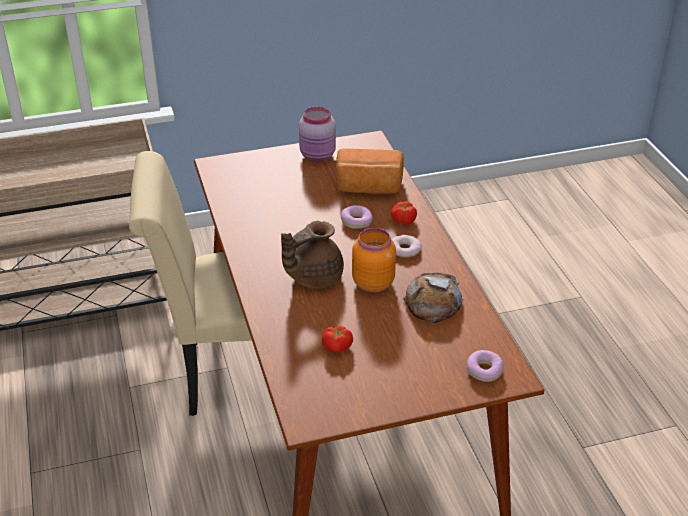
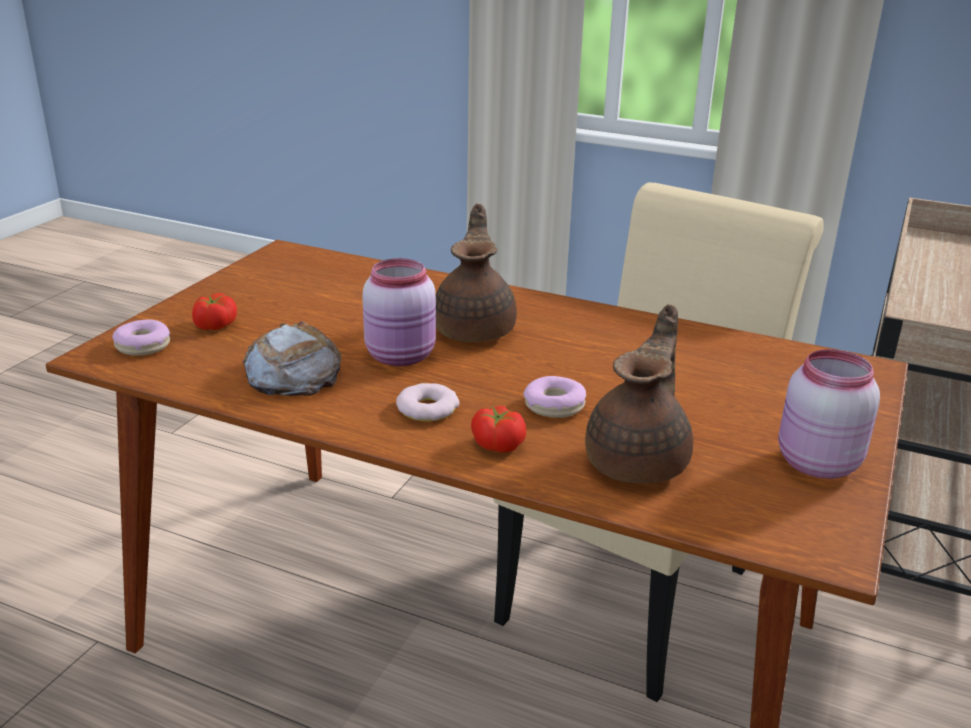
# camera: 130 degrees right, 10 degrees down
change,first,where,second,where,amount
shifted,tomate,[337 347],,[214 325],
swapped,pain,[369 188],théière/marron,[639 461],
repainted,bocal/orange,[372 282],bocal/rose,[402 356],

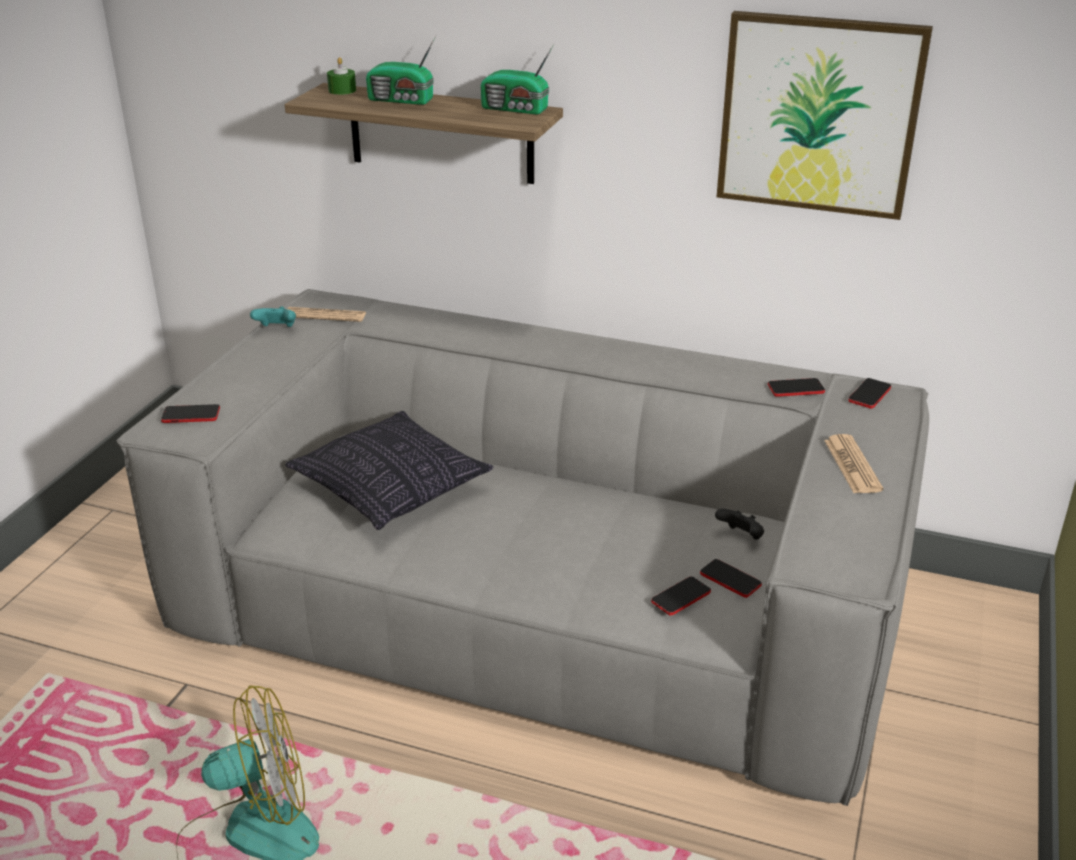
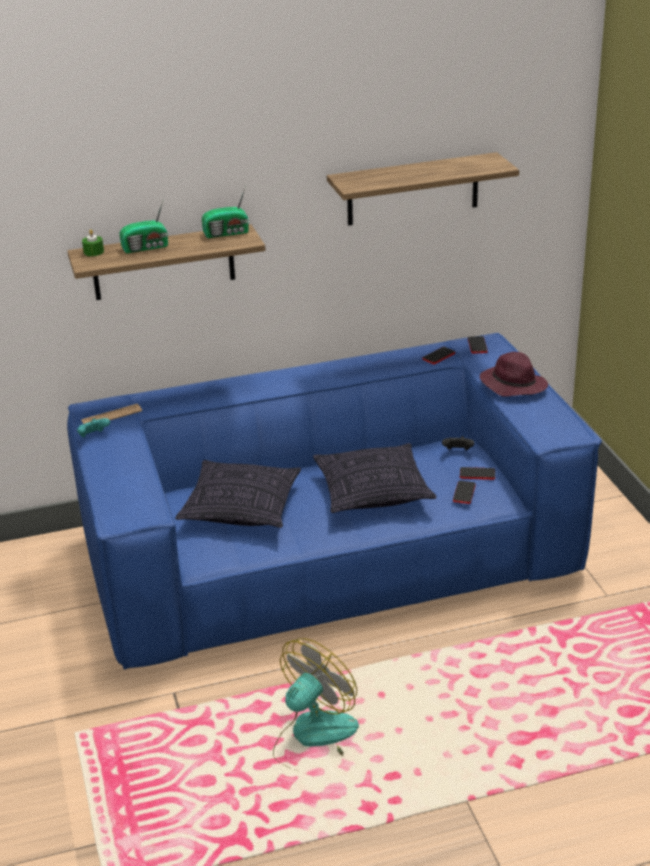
# camera: 35 degrees left, 0 degrees up
change,first,where,second,where,amount
gone,téléphone,[191 415],,,
new,,,coussin,[373 492],
swapped,tableau,[819 115],étagère,[413 189],
swapped,journal,[852 465],chapeau/violet,[512 385],
repainted,canapé/gris,[538 607],canapé/bleu,[330 555],

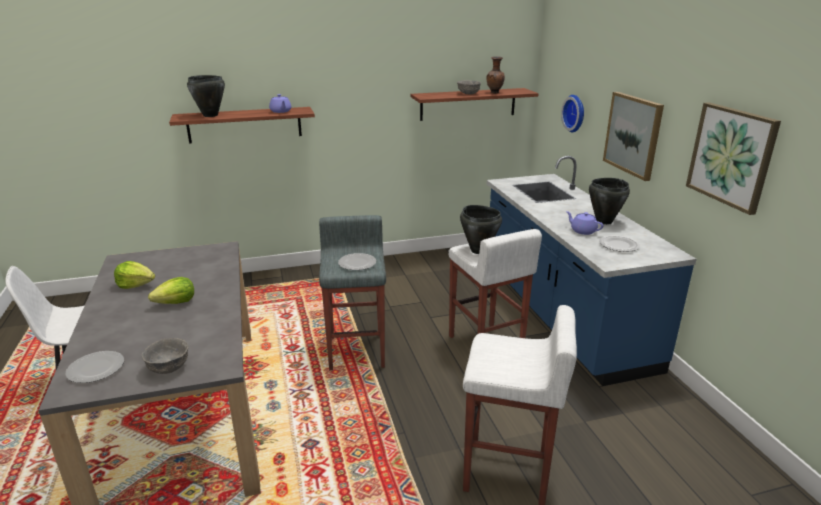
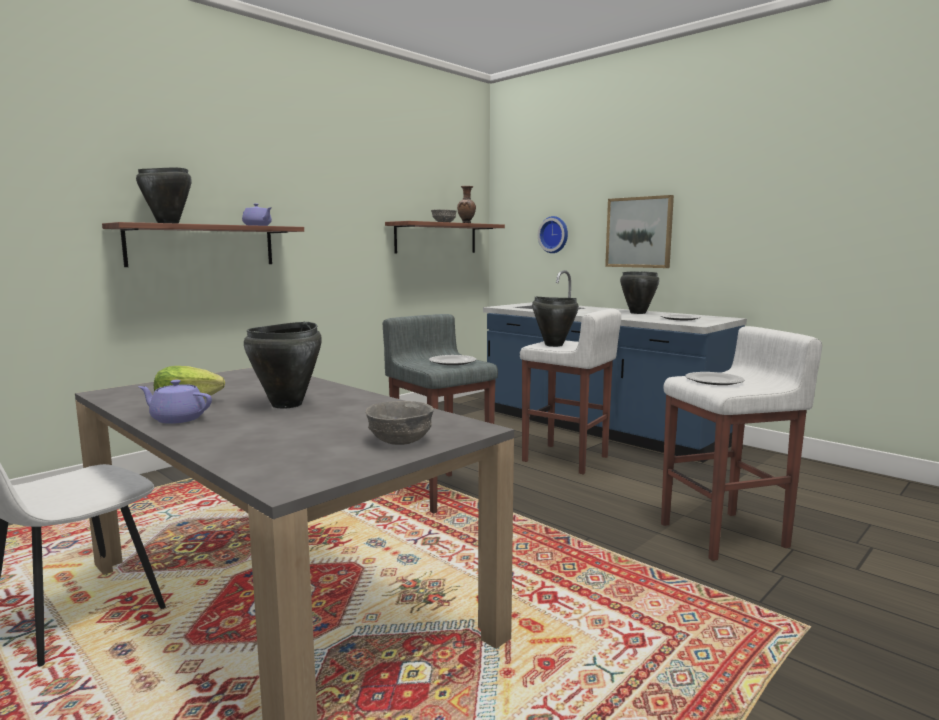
# camera: 30 degrees left, 15 degrees down
change,first,where,second,where,amount
gone,tableau,[731 156],,,
shifted,assiette,[95 369],,[714 381],
shifted,théière/violet,[582 231],,[177 419],
swapped,laitue,[176 302],marmite/noir,[287 404],

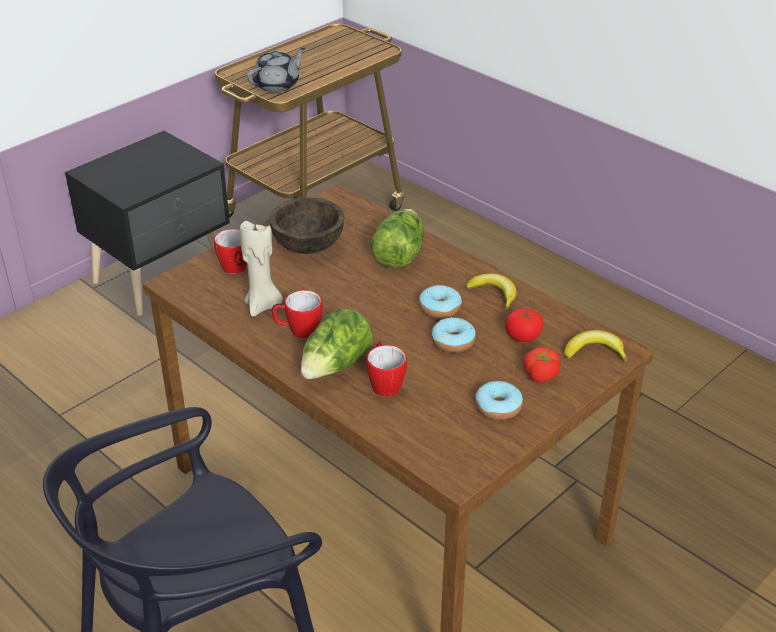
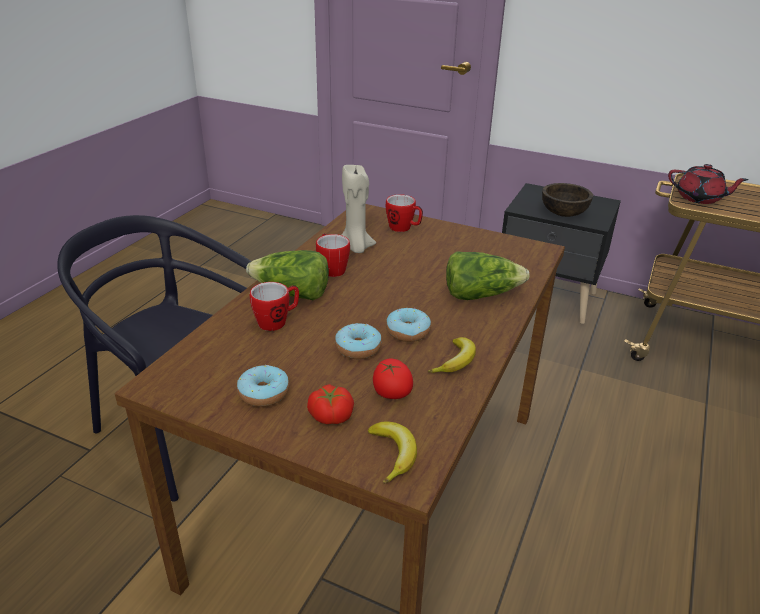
# camera: 70 degrees right, 5 degrees down
change,first,where,second,where,amount
shifted,bol/marron,[307 245],,[563 213],
repainted,théière/gris,[277 85],théière/rouge,[699 198],

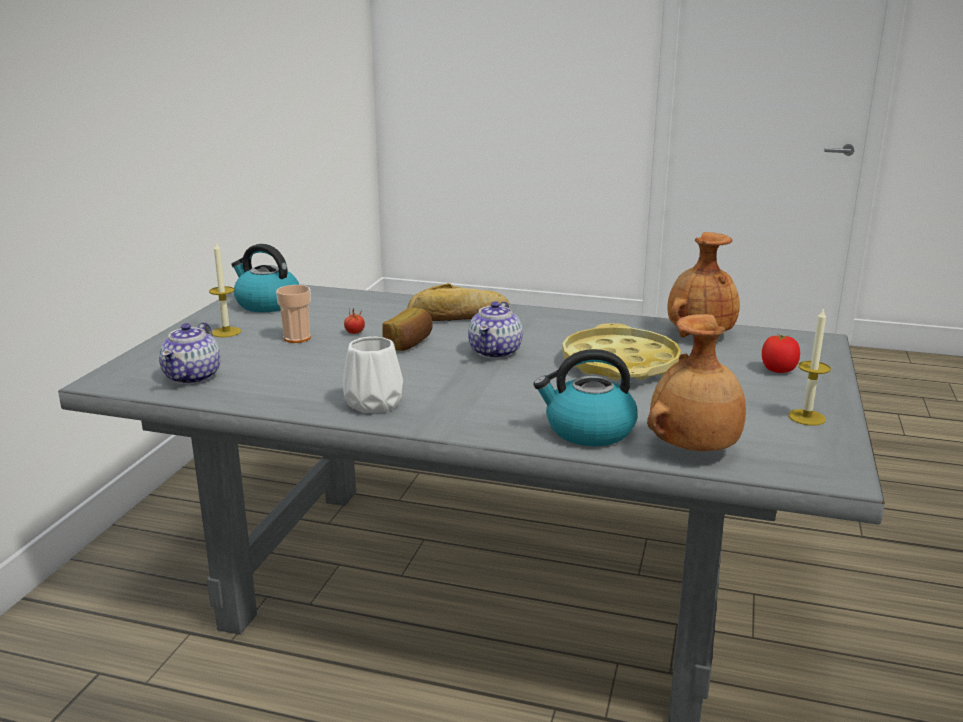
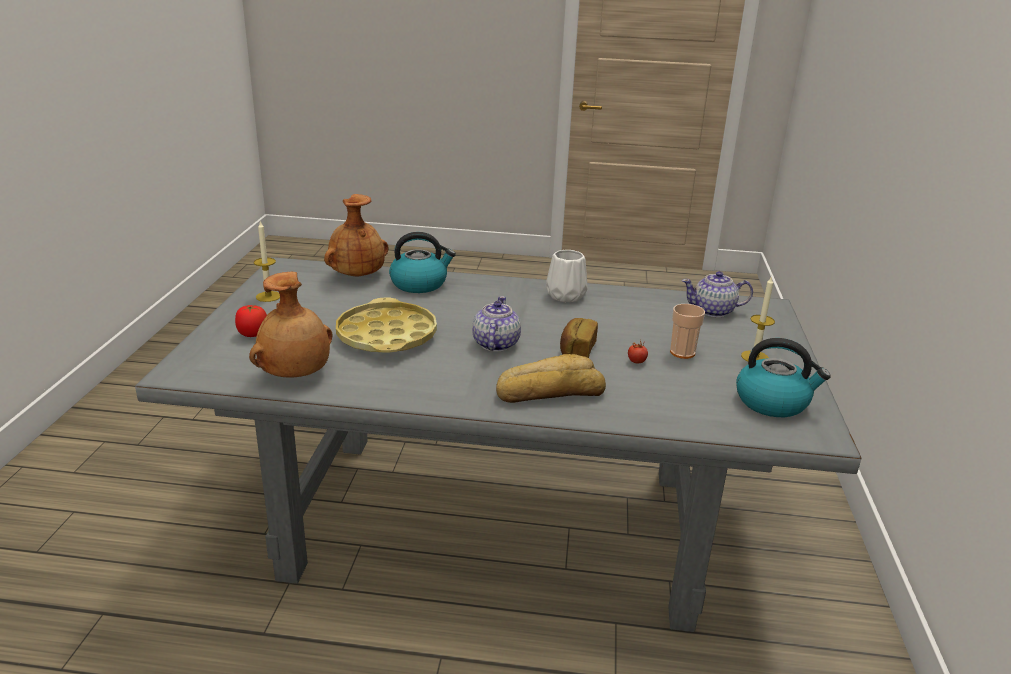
# camera: 170 degrees right, 5 degrees up
change,first,where,second,where,amount
rotated,théière,[193 376],,[713 311],90 degrees counterclockwise

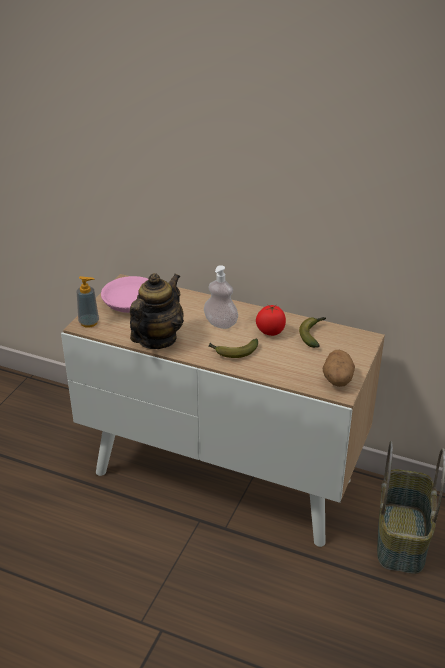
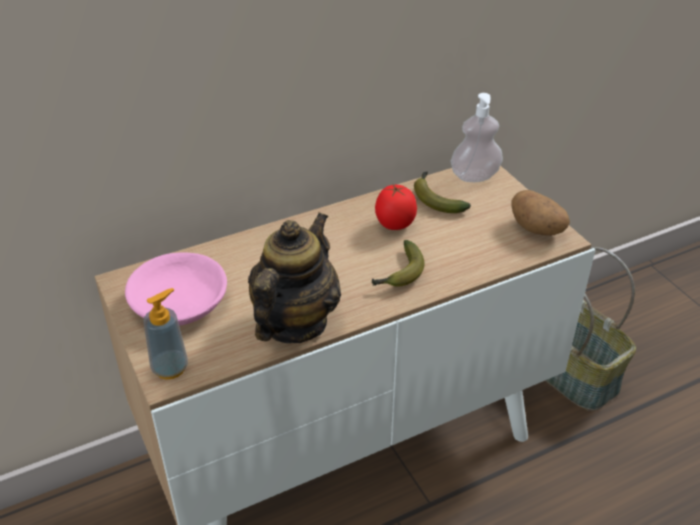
# camera: 50 degrees left, 5 degrees up
change,first,where,second,where,amount
shifted,distributeur de savon,[220 323],,[474 176],
rotated,théière,[157 339],,[294 323],45 degrees clockwise

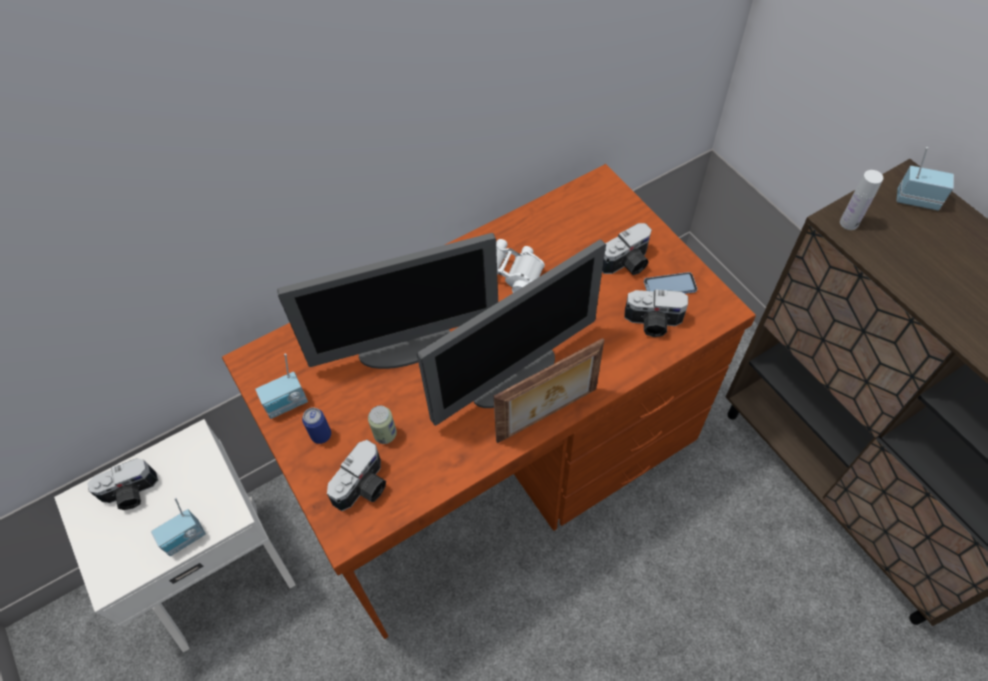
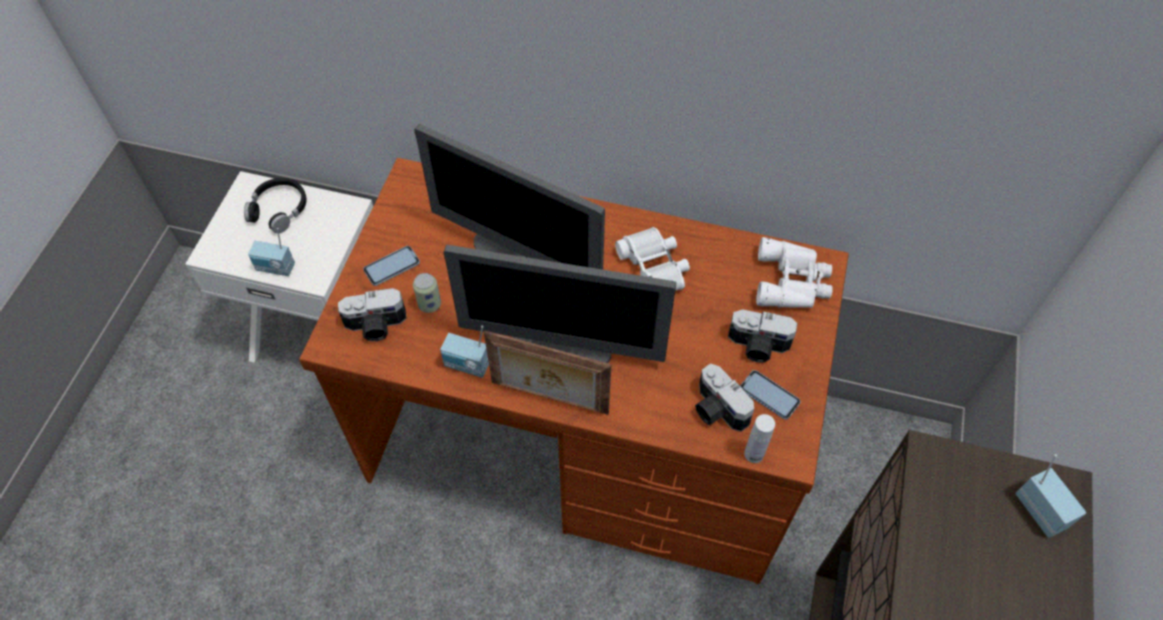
# camera: 45 degrees right, 0 degrees up
change,first,where,second,where,amount
new,,,jumelles/blanc,[793 281],
shifted,radio,[287 405],,[466 366],
shifted,bouteille/blanc,[849 223],,[754 454],
swapped,appareil photo,[131 494],casque audio/noir,[279 209],
swapped,boîte métallique,[321 435],téléphone,[392 266],

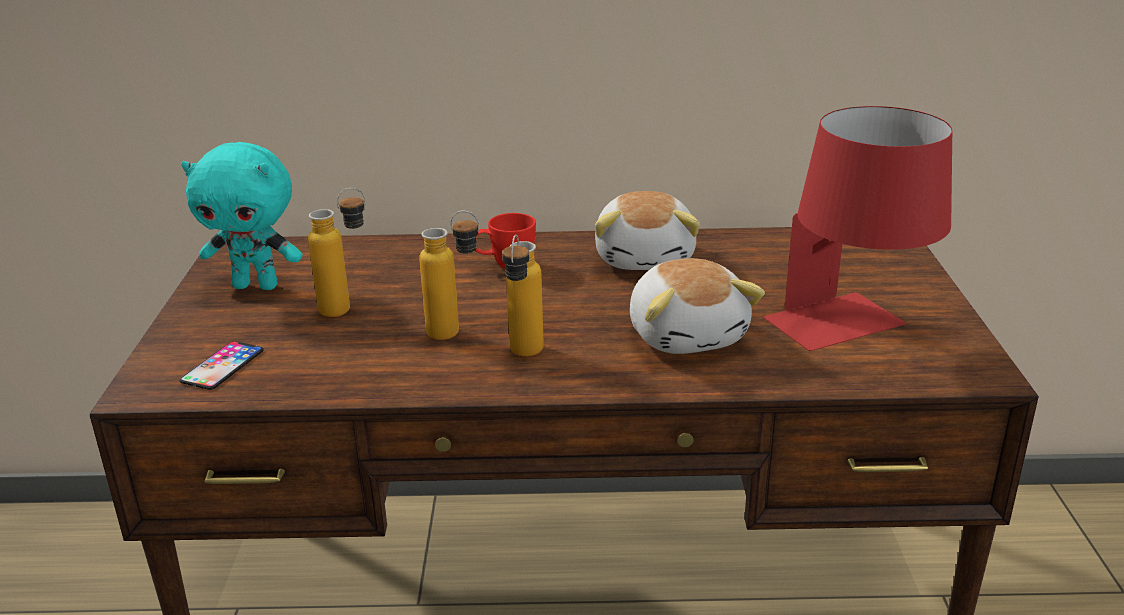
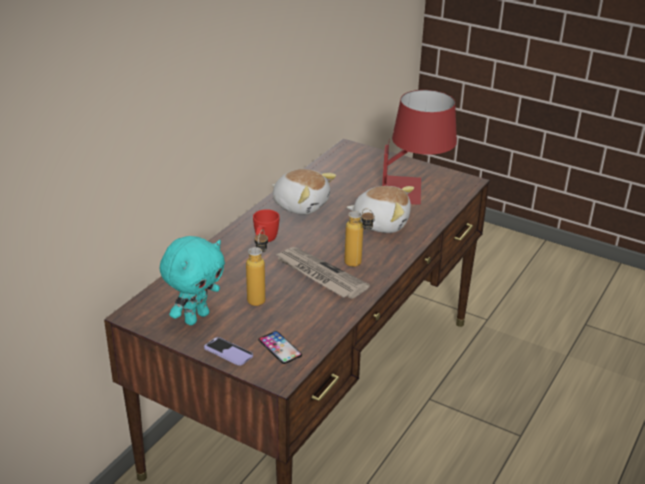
# camera: 60 degrees left, 5 degrees up
change,first,where,second,where,amount
new,,,téléphone,[228 352],
swapped,bouteille,[456 334],journal,[319 275],

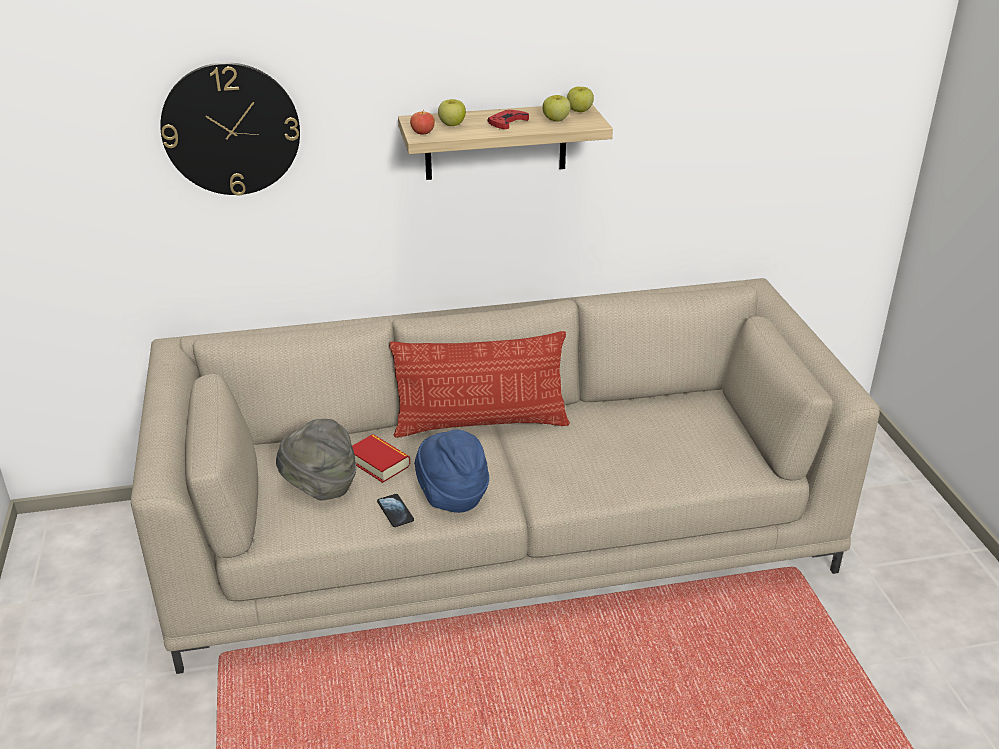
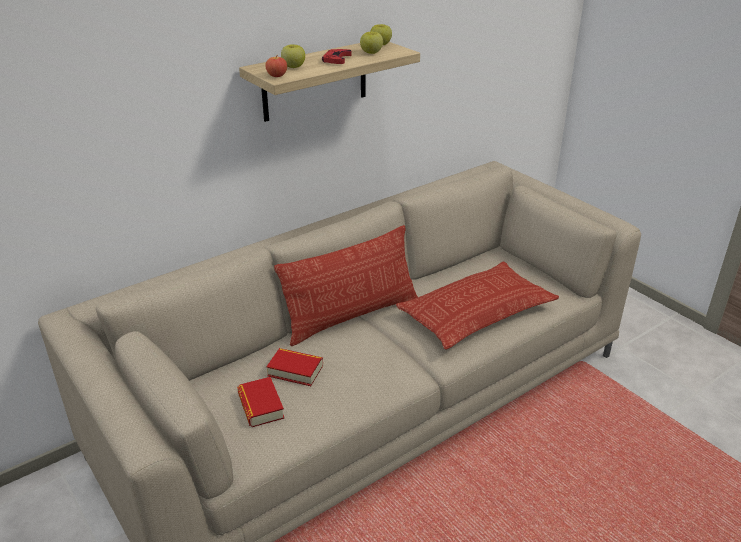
# camera: 25 degrees left, 0 degrees up
change,first,where,second,where,amount
gone,horloge murale,[231 129],,,
gone,téléphone,[395 511],,,
gone,chapeau/bleu,[452 496],,,
new,,,coussin,[476 312],
swapped,chapeau/gris,[320 487],livre,[261 406],

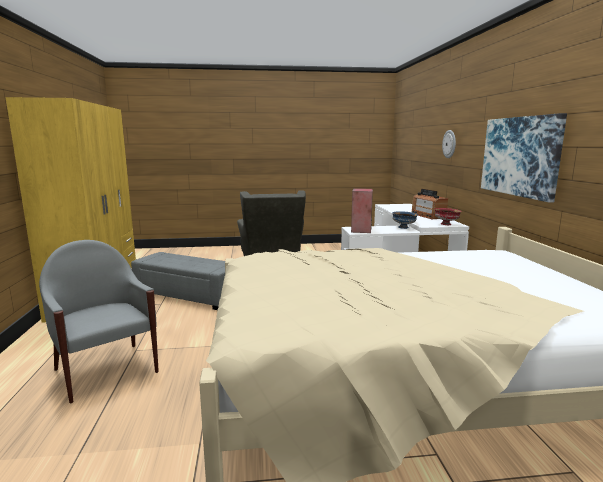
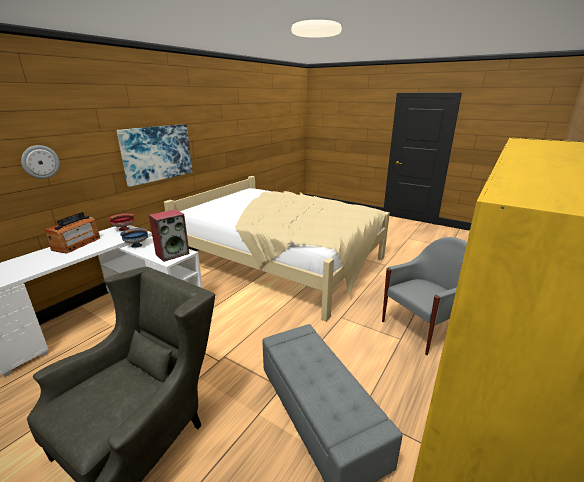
# camera: 140 degrees left, 10 degrees up
change,first,where,second,where,amount
rotated,fauteuil/gris,[106 370],,[422 328],120 degrees counterclockwise

